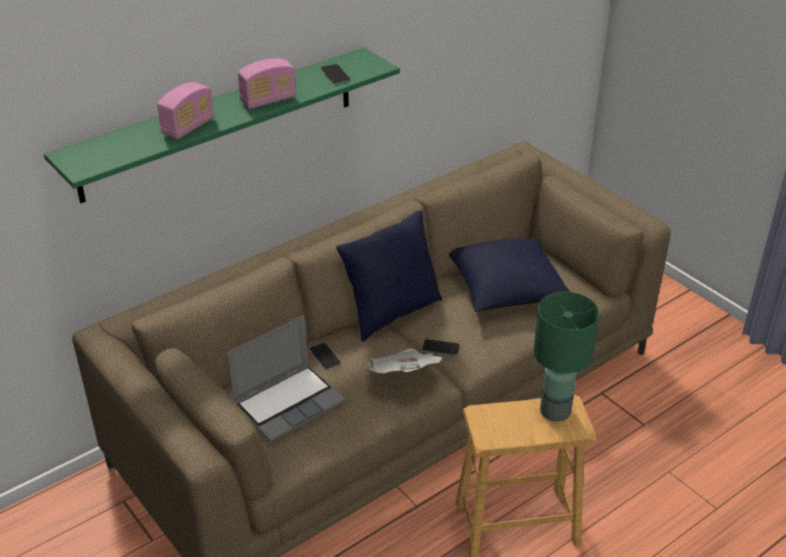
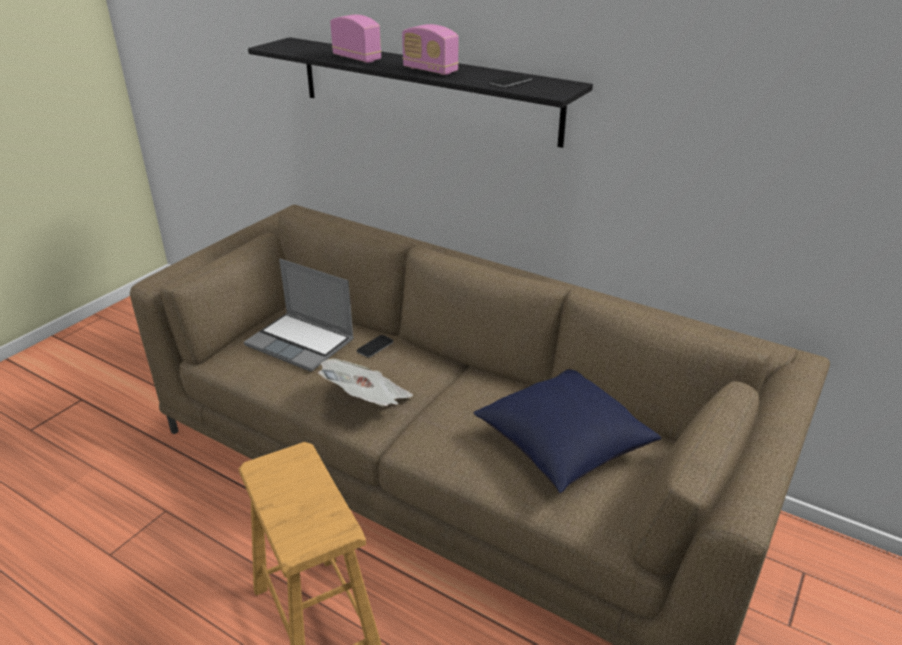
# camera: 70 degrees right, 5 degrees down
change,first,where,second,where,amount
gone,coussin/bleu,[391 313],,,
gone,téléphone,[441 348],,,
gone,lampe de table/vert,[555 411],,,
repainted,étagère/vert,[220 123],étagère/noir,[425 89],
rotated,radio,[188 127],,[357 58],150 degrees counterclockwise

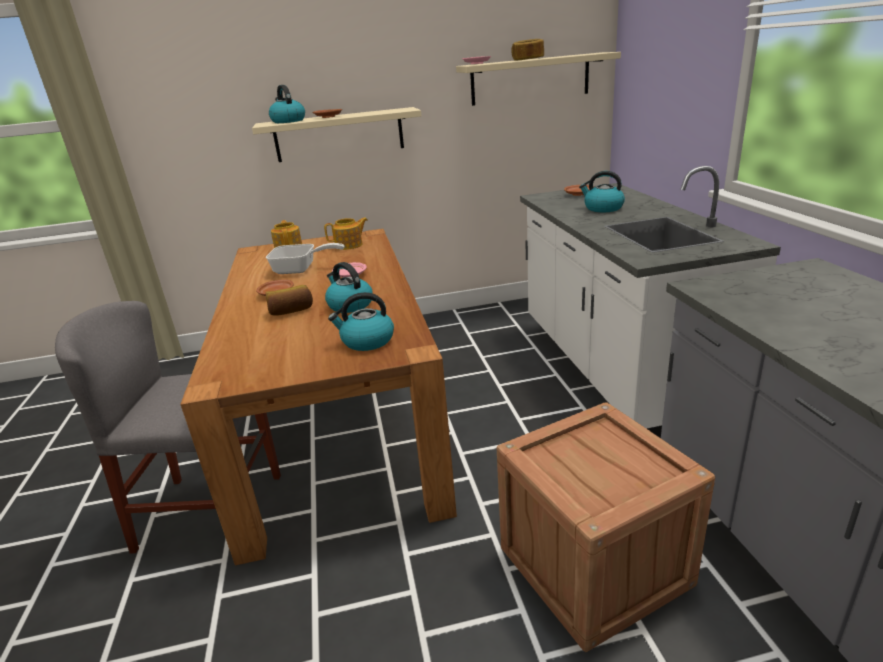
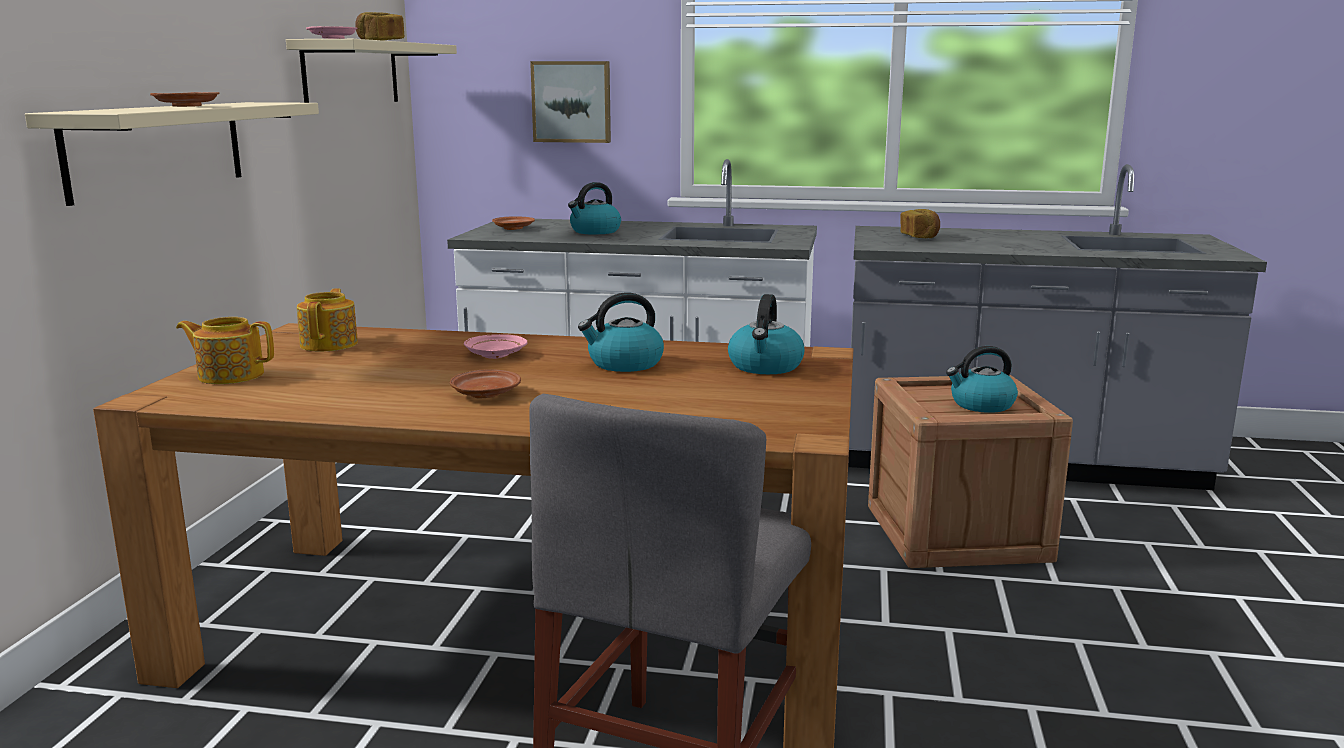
# camera: 70 degrees left, 10 degrees down
change,first,where,second,where,amount
gone,poêle,[300 269],,,
new,,,tableau,[572 102],
shifted,pain,[291 311],,[920 237],
shifted,bouilloire,[288 121],,[981 405],

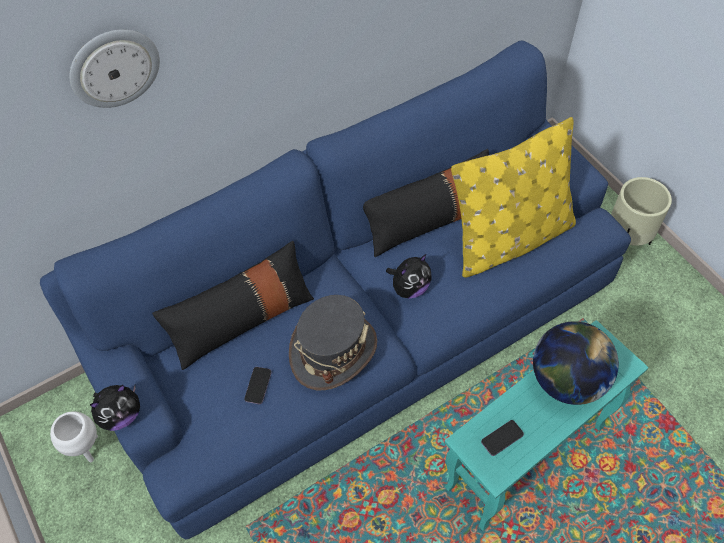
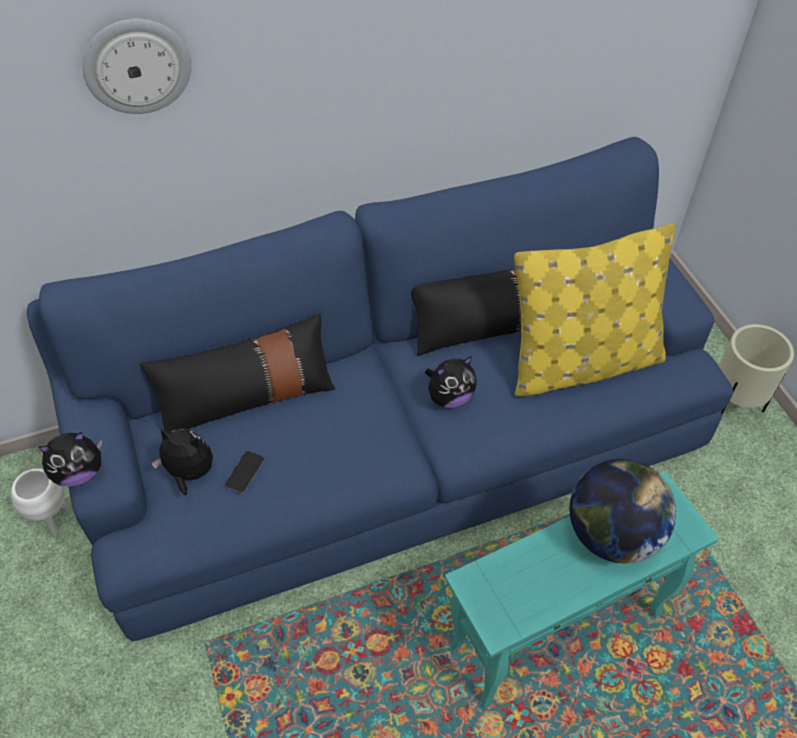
# camera: 10 degrees right, 5 degrees down
change,first,where,second,where,amount
gone,chapeau/gris,[333 350],,,
gone,téléphone,[502 438],,,
new,,,peluche,[189 473],

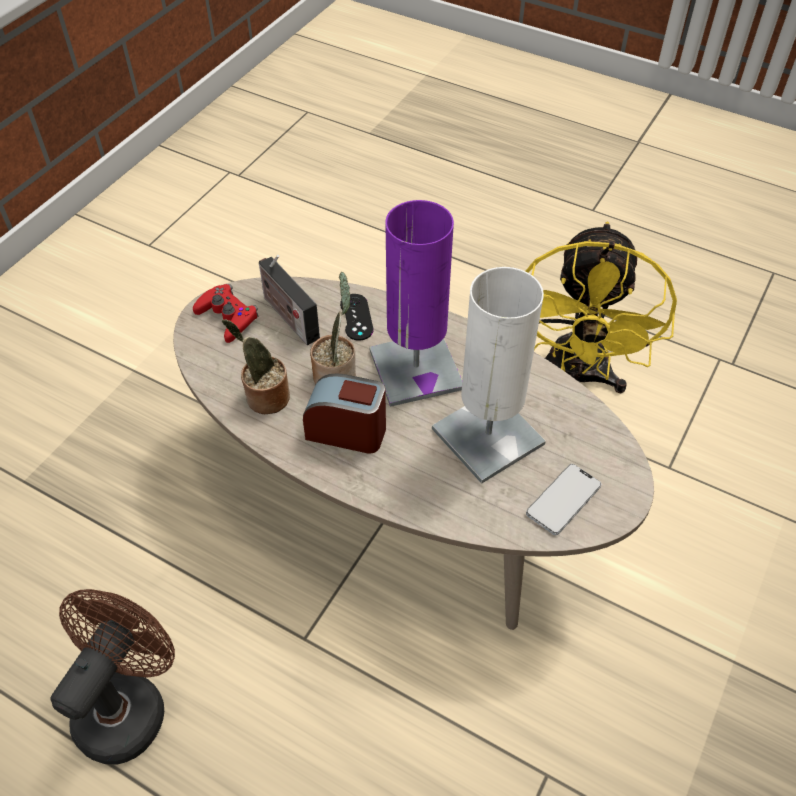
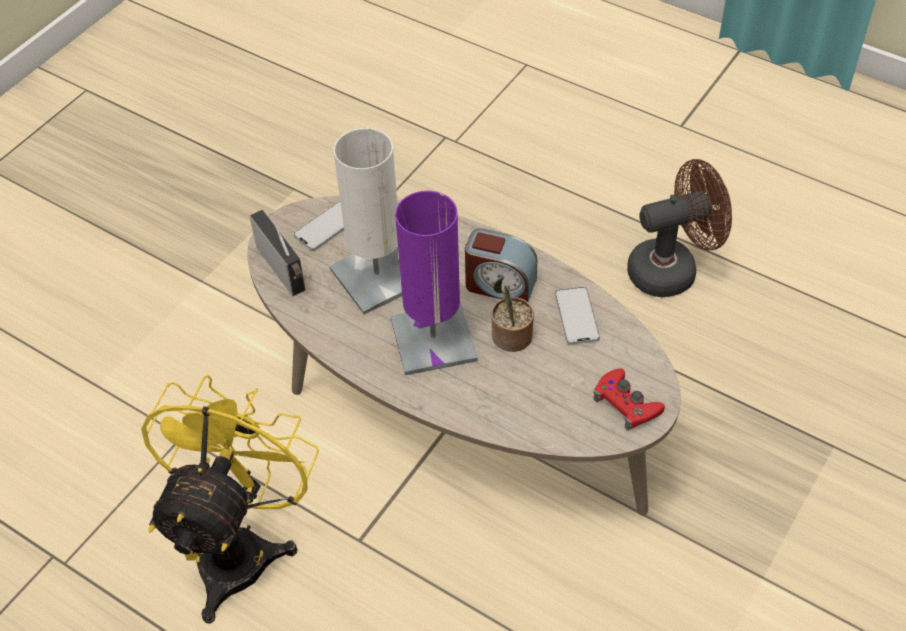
# camera: 175 degrees left, 0 degrees up
change,first,where,second,where,amount
gone,manette/noir,[356 317],,,
shifted,radio,[288 316],,[283 270],
swapped,plante en pot,[264 398],téléphone,[576 316],
rotated,ventilateur/marron,[128 704],,[672 269],135 degrees counterclockwise

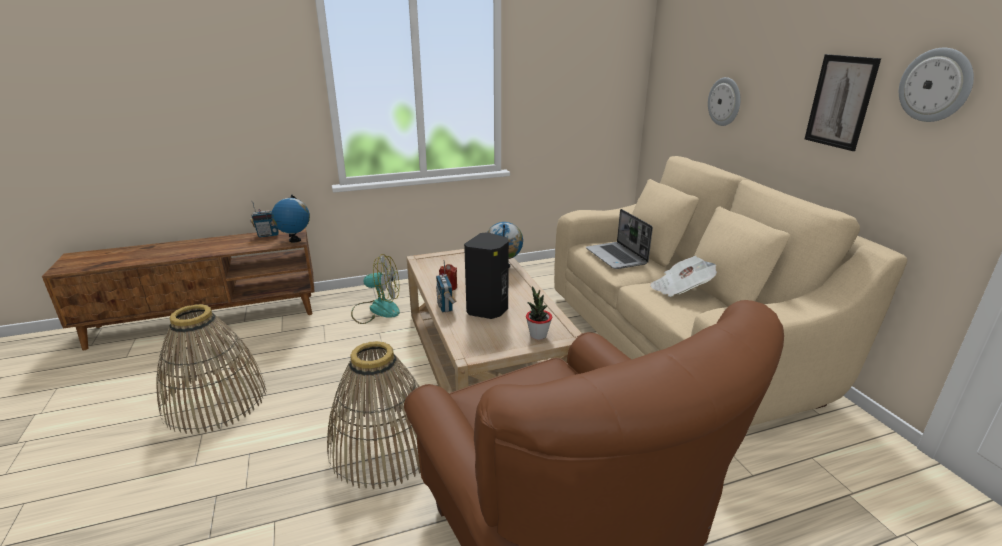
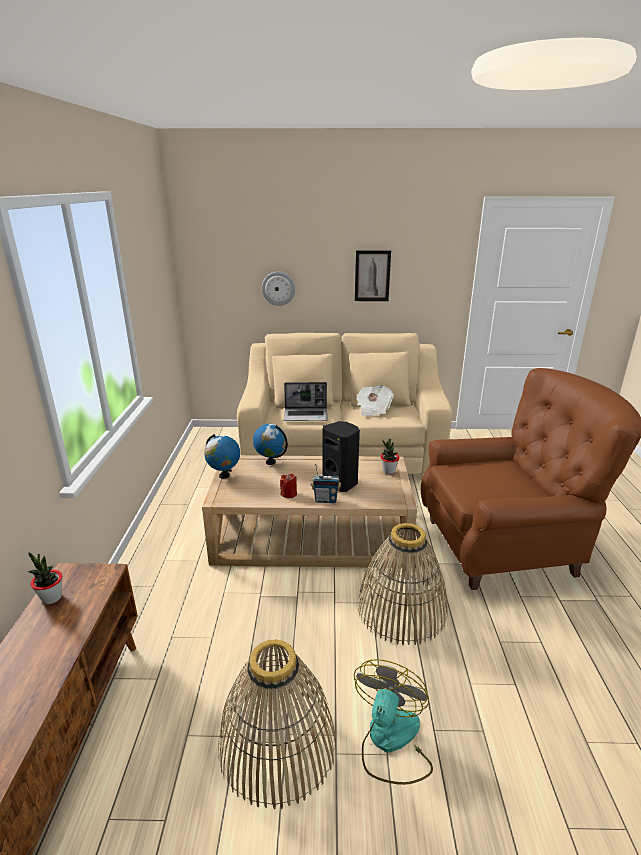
# camera: 70 degrees left, 0 degrees up
change,first,where,second,where,amount
gone,horloge murale,[935 85],,,
shifted,globe,[295 240],,[224 475],
shifted,ventilateur,[377 309],,[390 742],
swapped,radio,[268 235],plante en pot,[51 598],

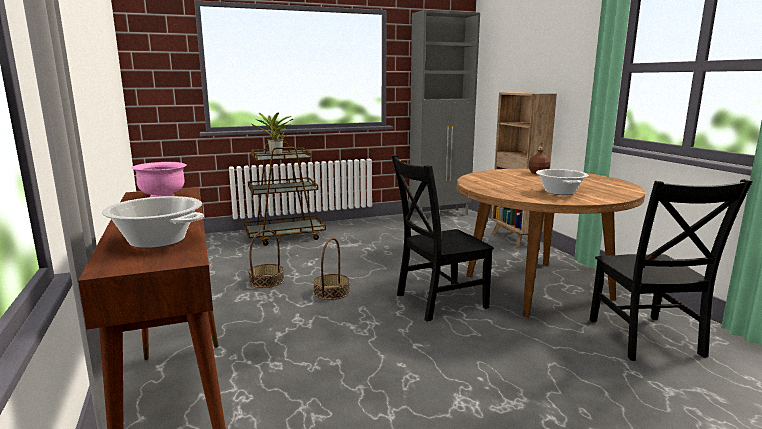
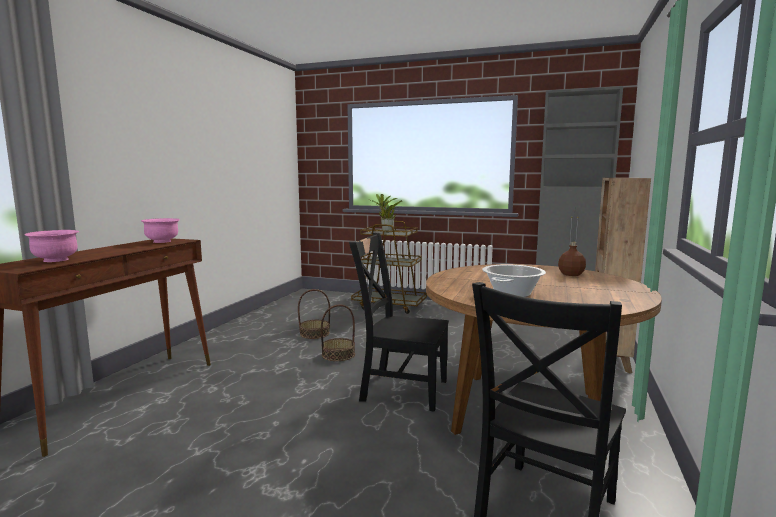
# camera: 40 degrees right, 5 degrees down
change,first,where,second,where,amount
swapped,marmite,[157 241],bol/rose,[55 260],

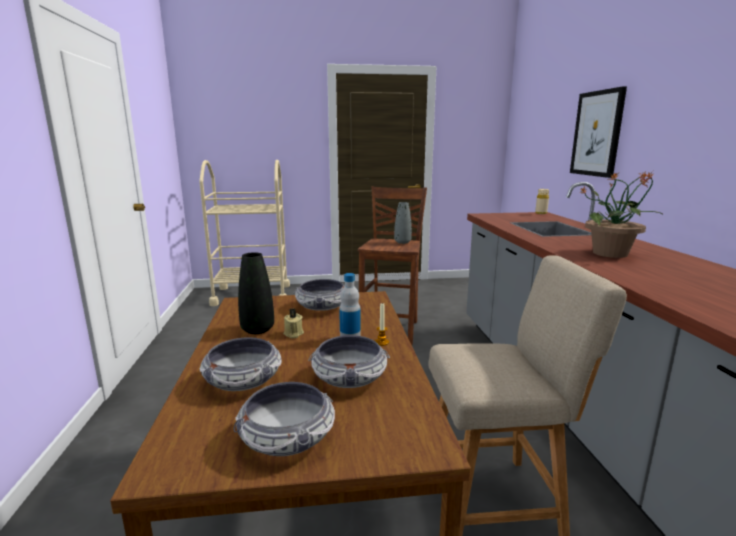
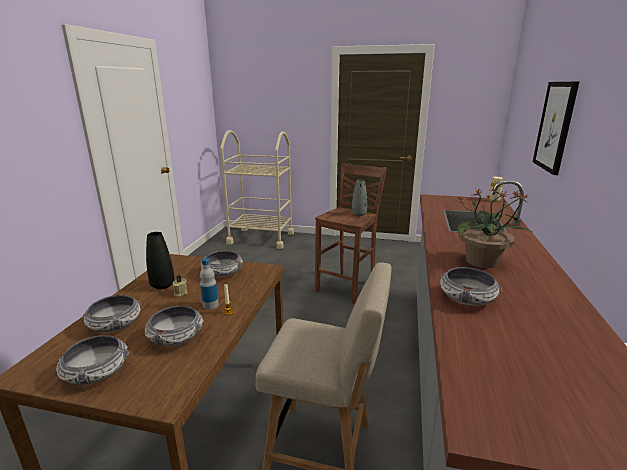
# camera: 20 degrees right, 5 degrees up
change,first,where,second,where,amount
new,,,bol,[467 298],

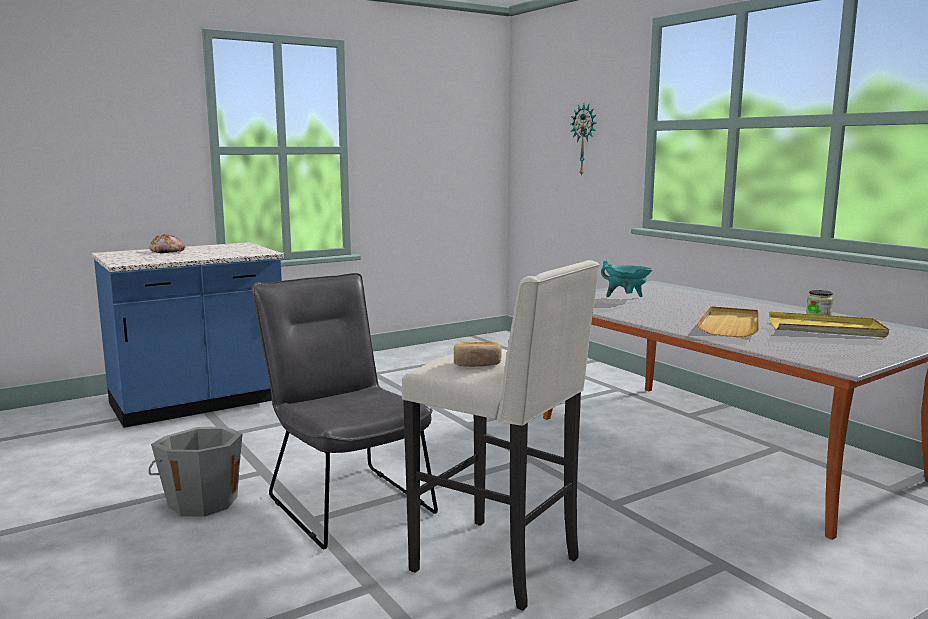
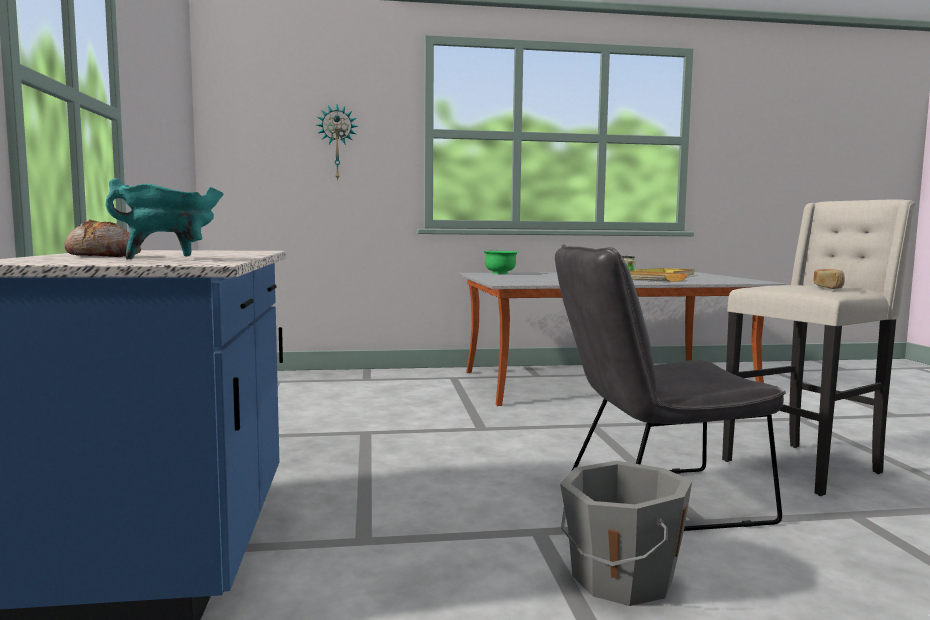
# camera: 65 degrees left, 5 degrees down
change,first,where,second,where,amount
new,,,bol/vert,[500 273],
shifted,marmite/turquoise,[626 298],,[172 258],

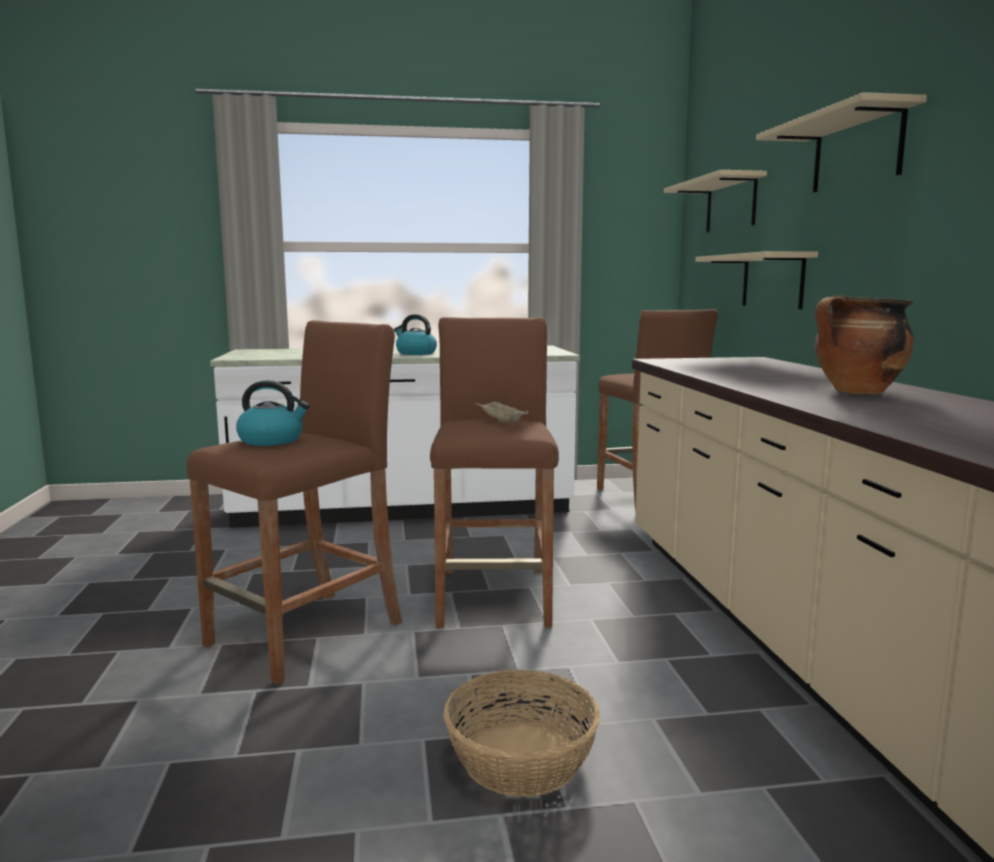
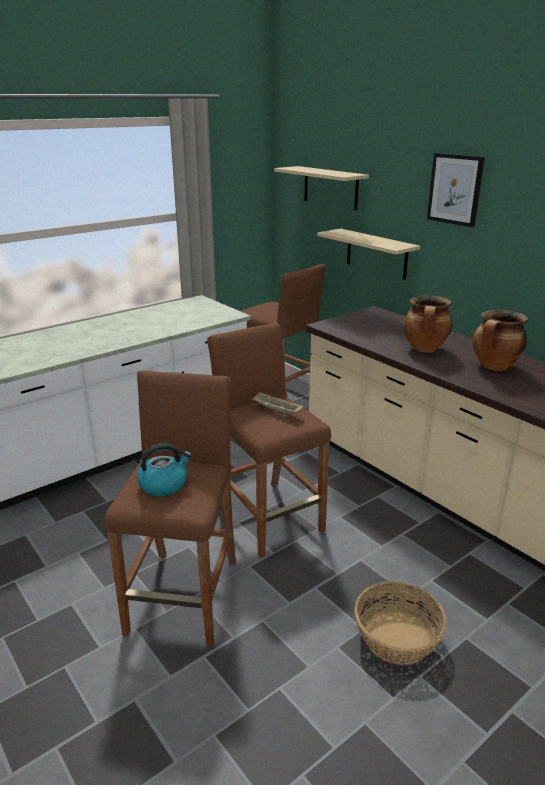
# camera: 30 degrees left, 15 degrees up
change,first,where,second,where,amount
gone,bouilloire,[415 353],,,
new,,,marmite,[425 349],
swapped,étagère/beige,[857 151],tableau,[455 189],

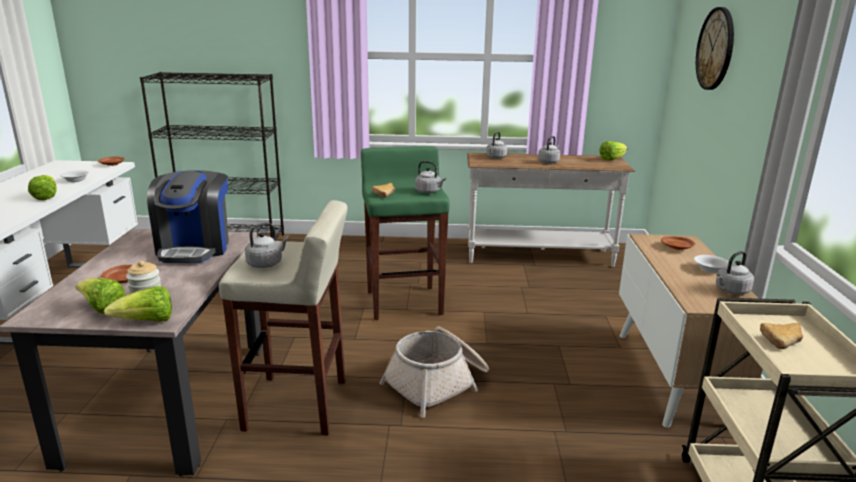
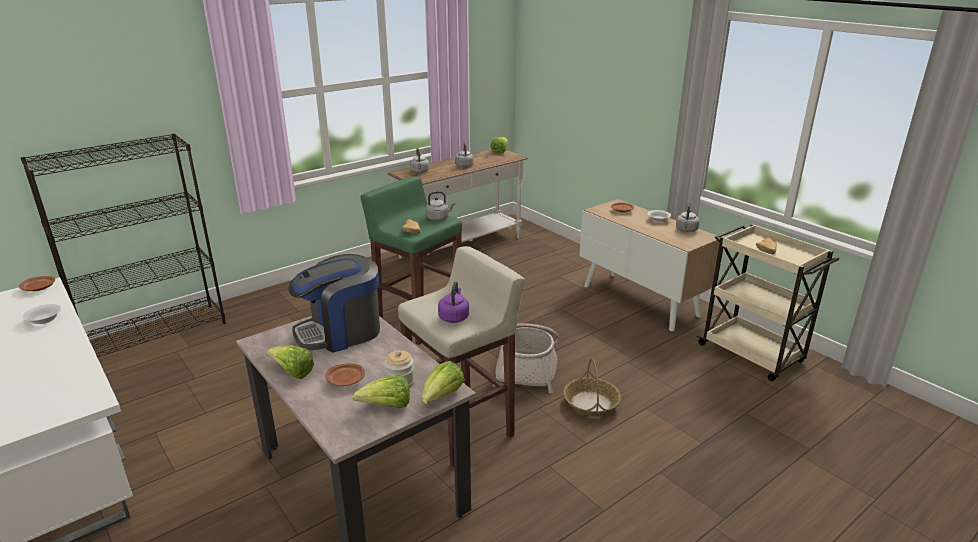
# camera: 40 degrees left, 5 degrees up
change,first,where,second,where,amount
gone,horloge murale,[715 49],,,
new,,,panier,[591 403],
shifted,laitue,[46 197],,[293 372],
repainted,bouilloire/gris,[266 263],bouilloire/violet,[454 317],
rotated,machine à café,[195 248],,[340 332],105 degrees clockwise

